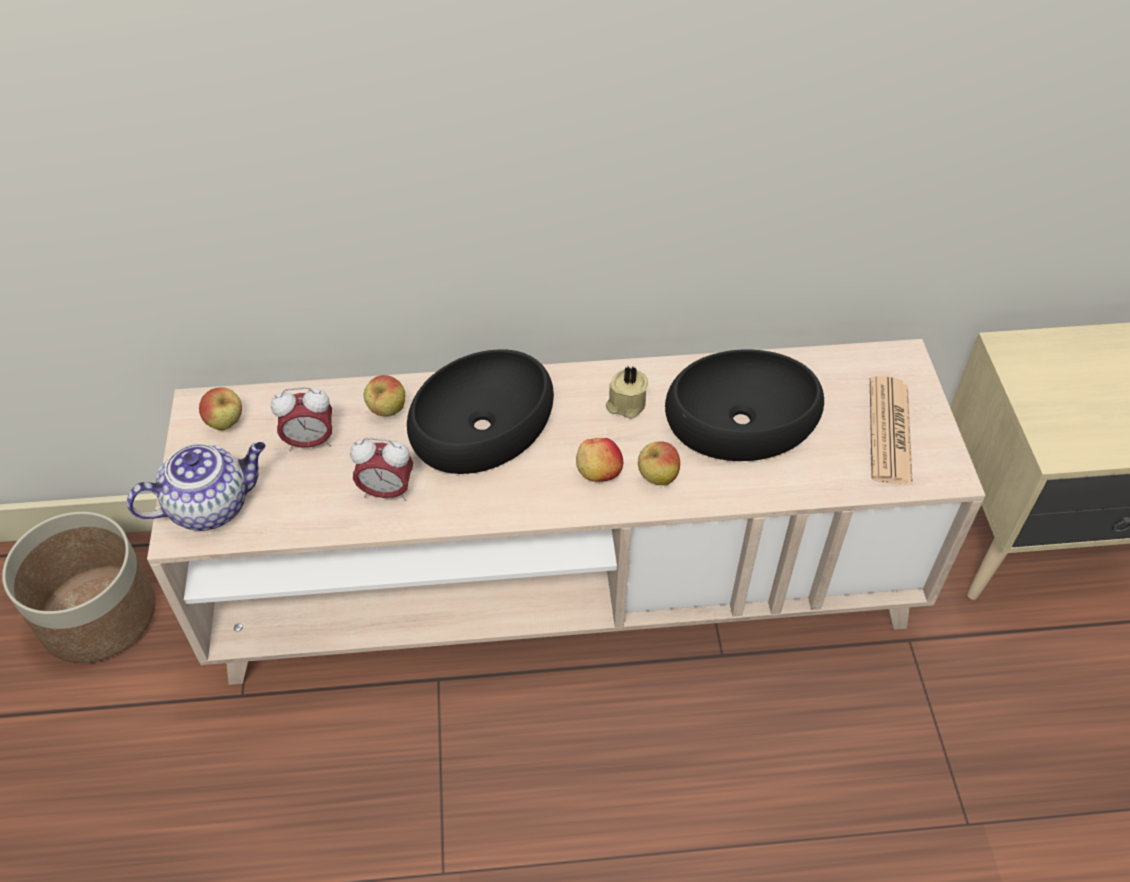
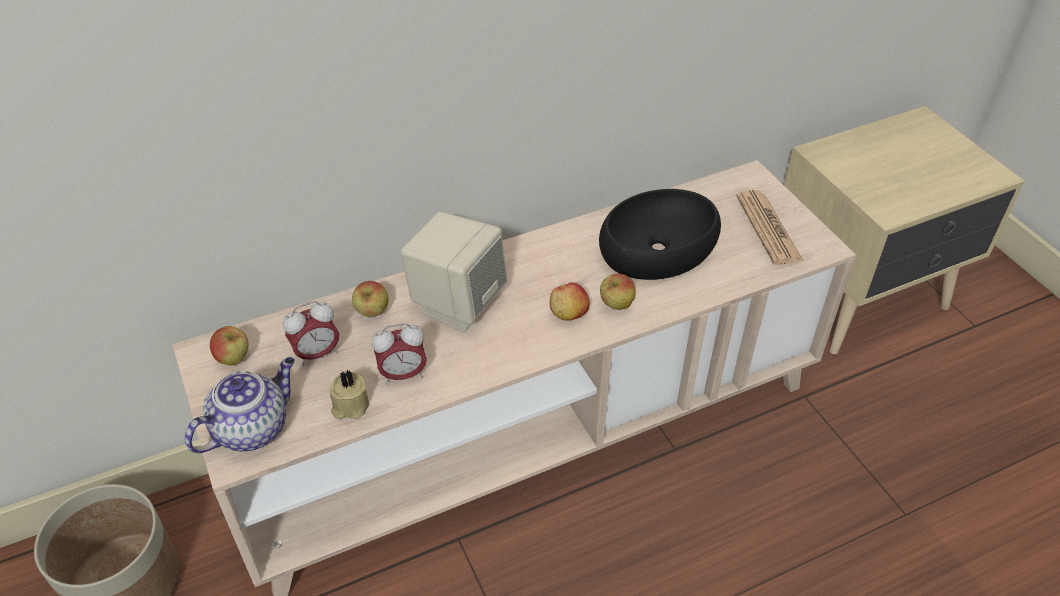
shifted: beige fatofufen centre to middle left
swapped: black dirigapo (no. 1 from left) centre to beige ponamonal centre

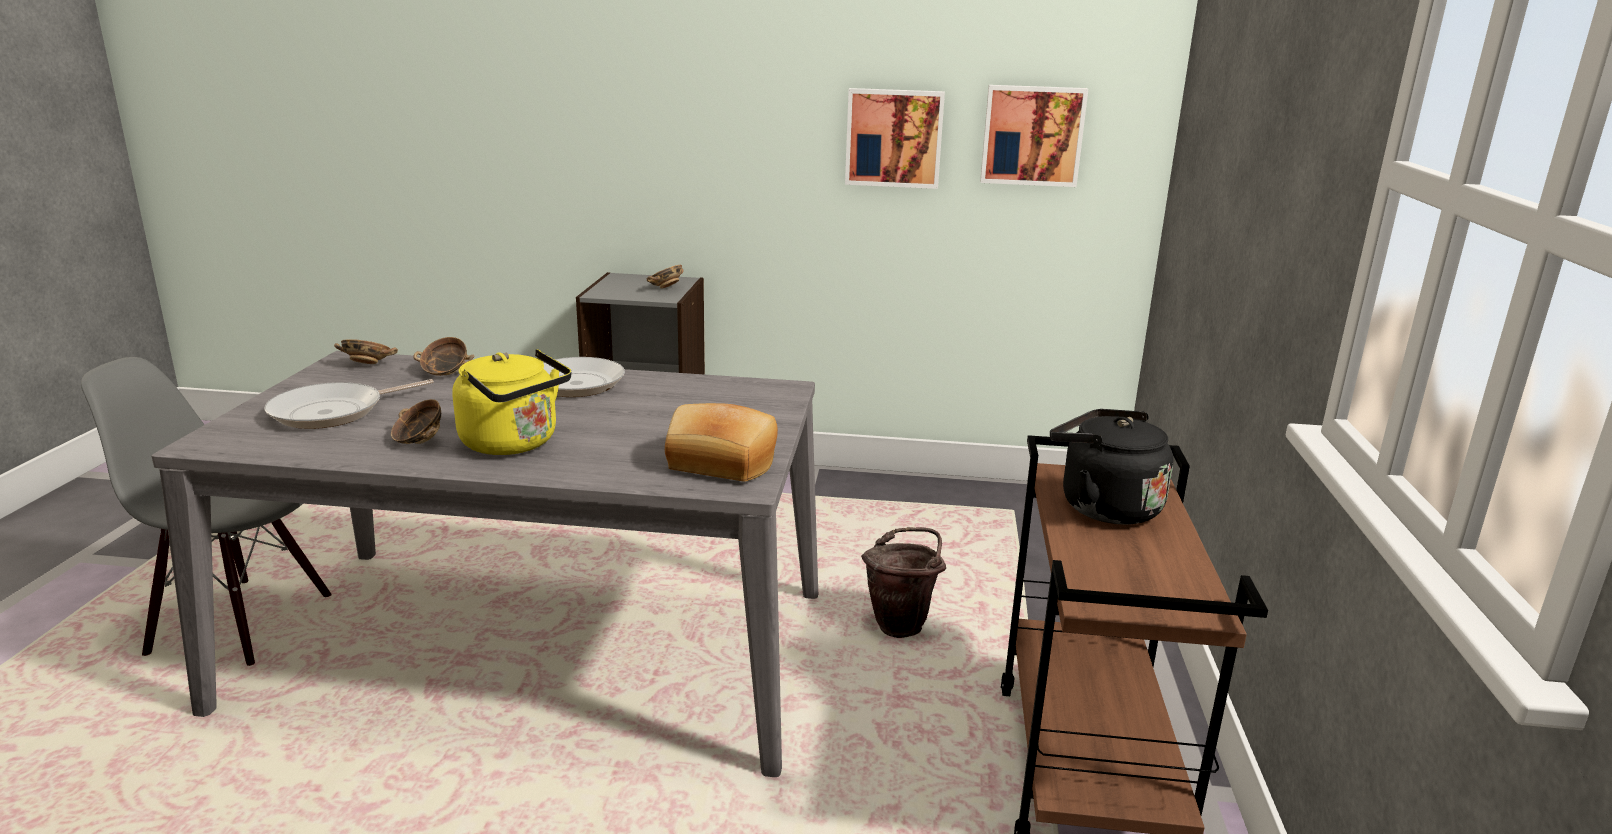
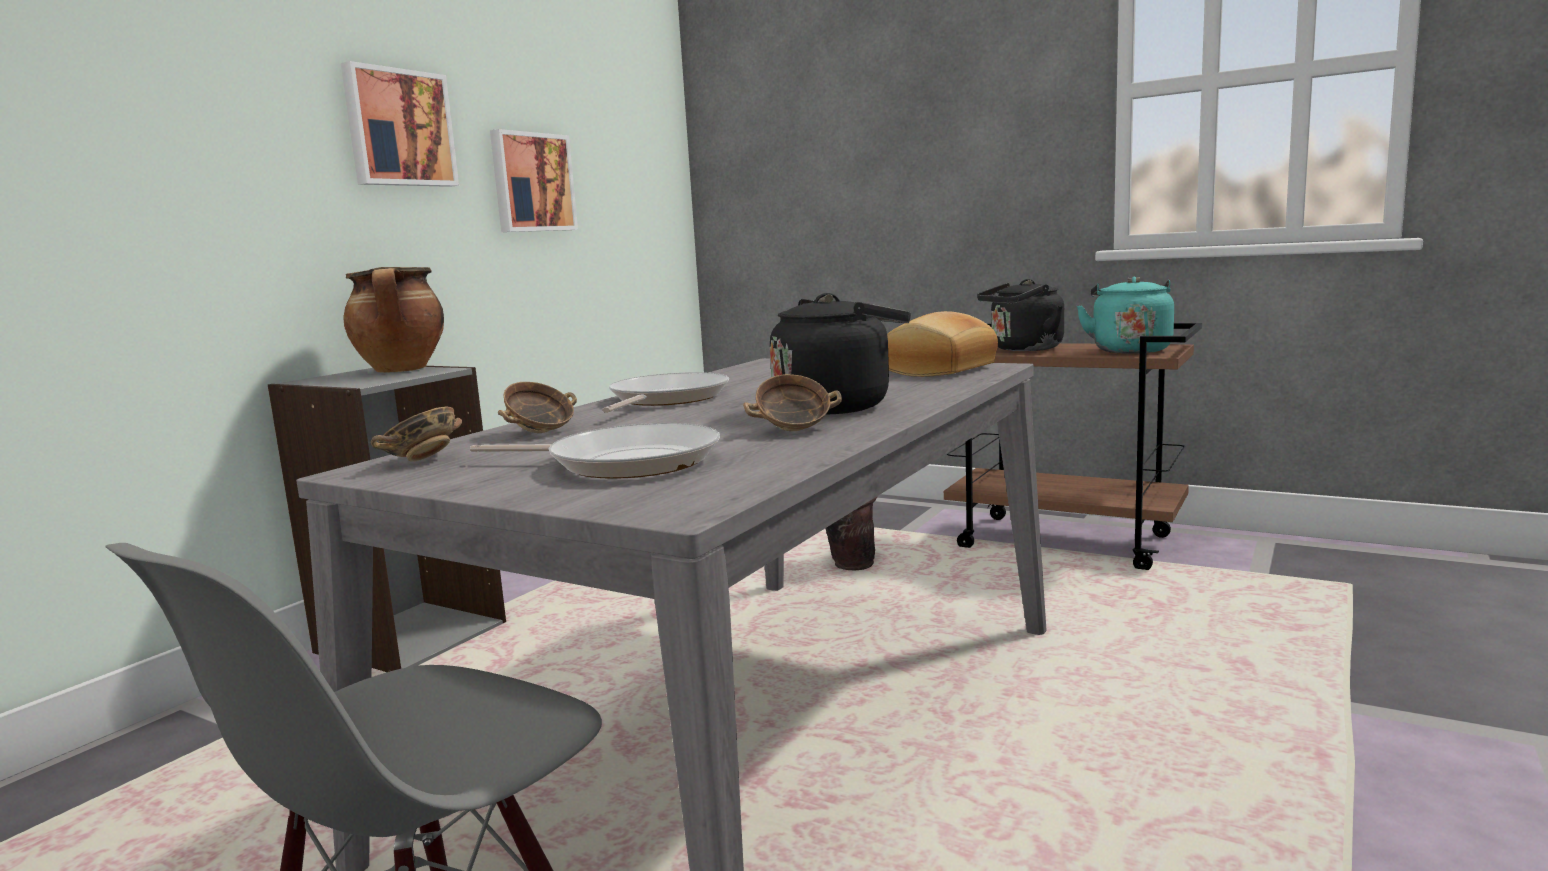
new: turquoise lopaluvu middle right
shifted: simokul (no. 2 from left in the first image) top centre to simokul (no. 1 from left) top left
swapped: dirigapo (no. 4 from left) top centre to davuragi middle left
repainted: yellow lopaluvu middle left to black lopaluvu (no. 1 from left) centre
rotated: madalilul (no. 1 from left) middle left = centre 60 degrees counterclockwise

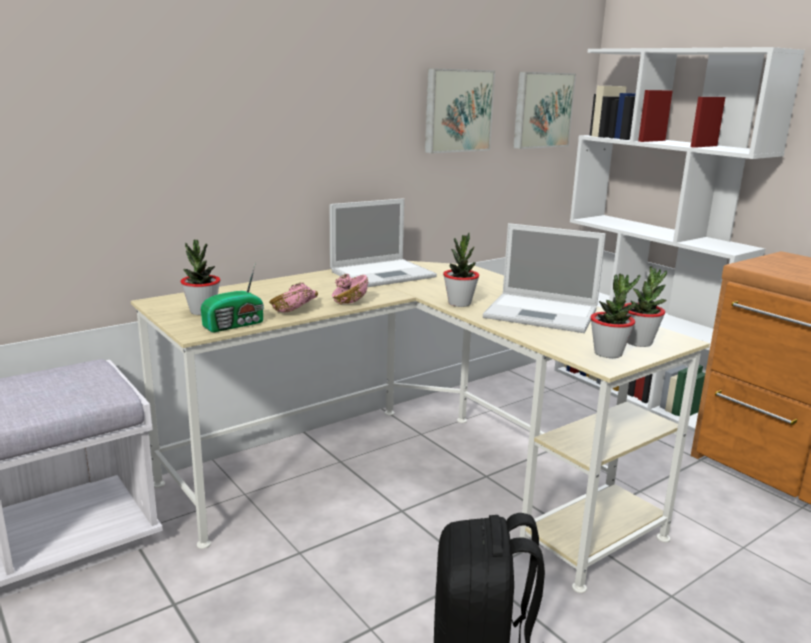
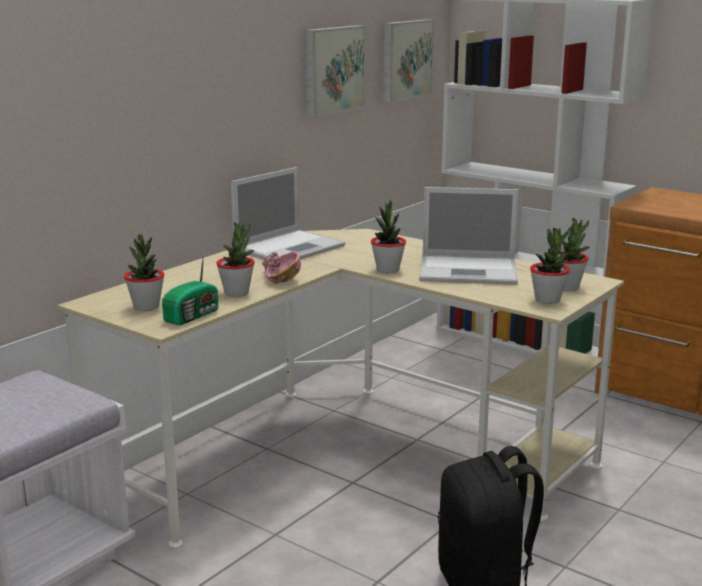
swapped: pink dirigapo (no. 1 from left) centre to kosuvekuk (no. 2 from left) centre

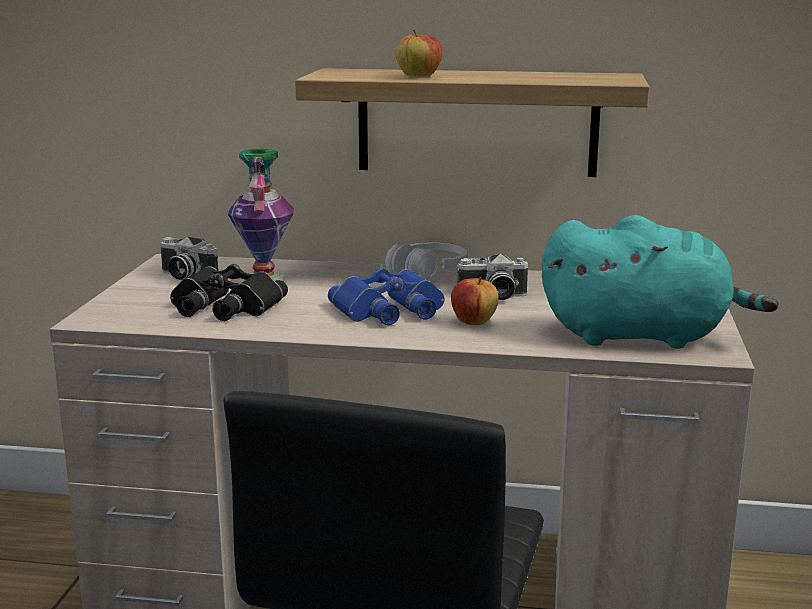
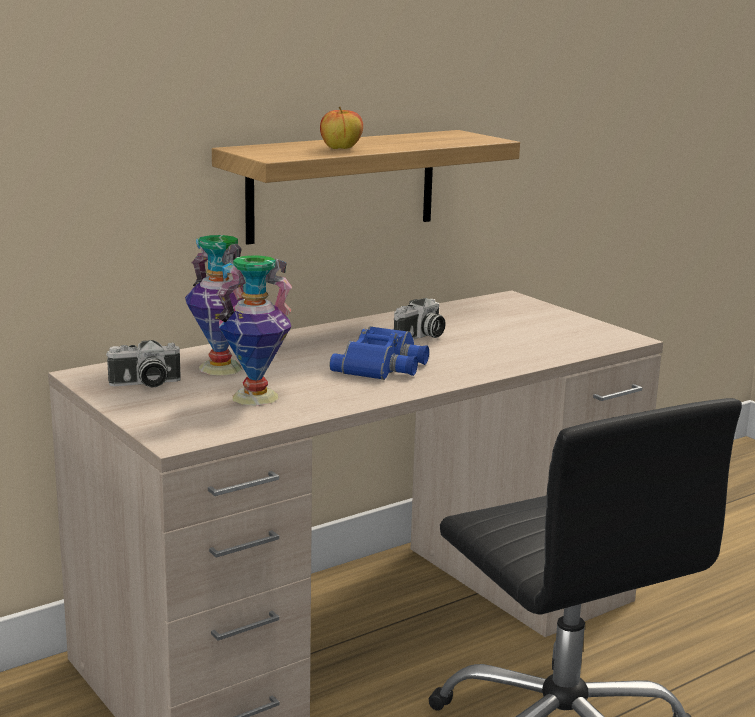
gone: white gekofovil centre; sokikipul (no. 2 from left) centre; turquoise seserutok middle right
swapped: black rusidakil middle left to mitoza (no. 2 from left) centre

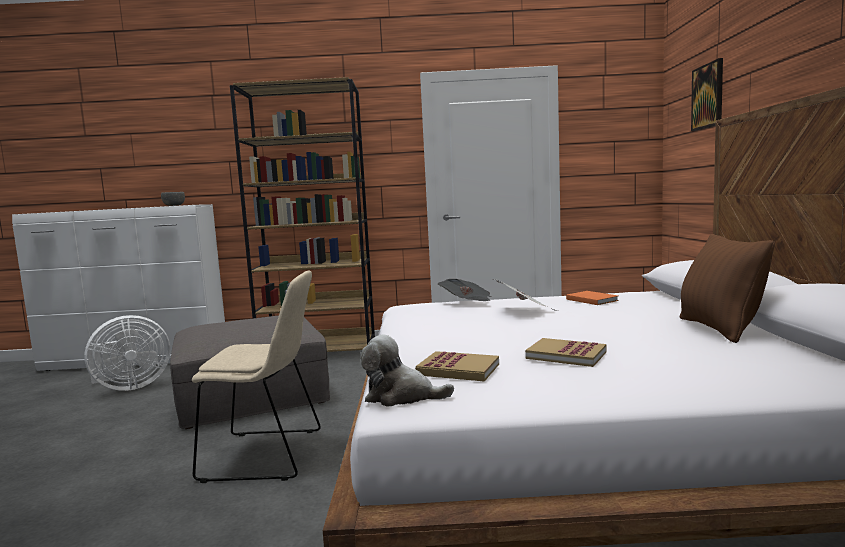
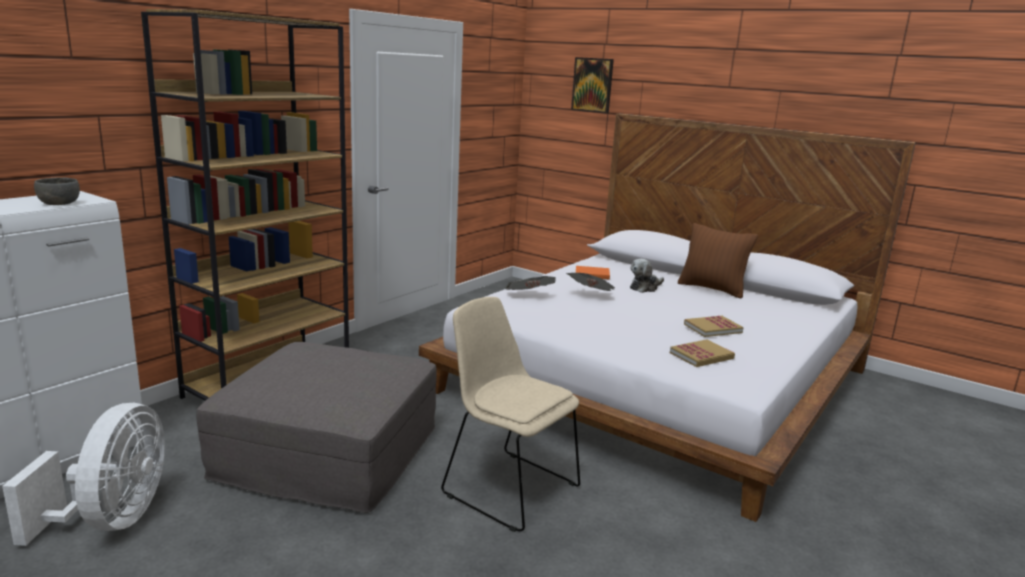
shifted: seserutok bottom centre to centre
rotated: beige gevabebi bottom left = bottom centre 90 degrees counterclockwise

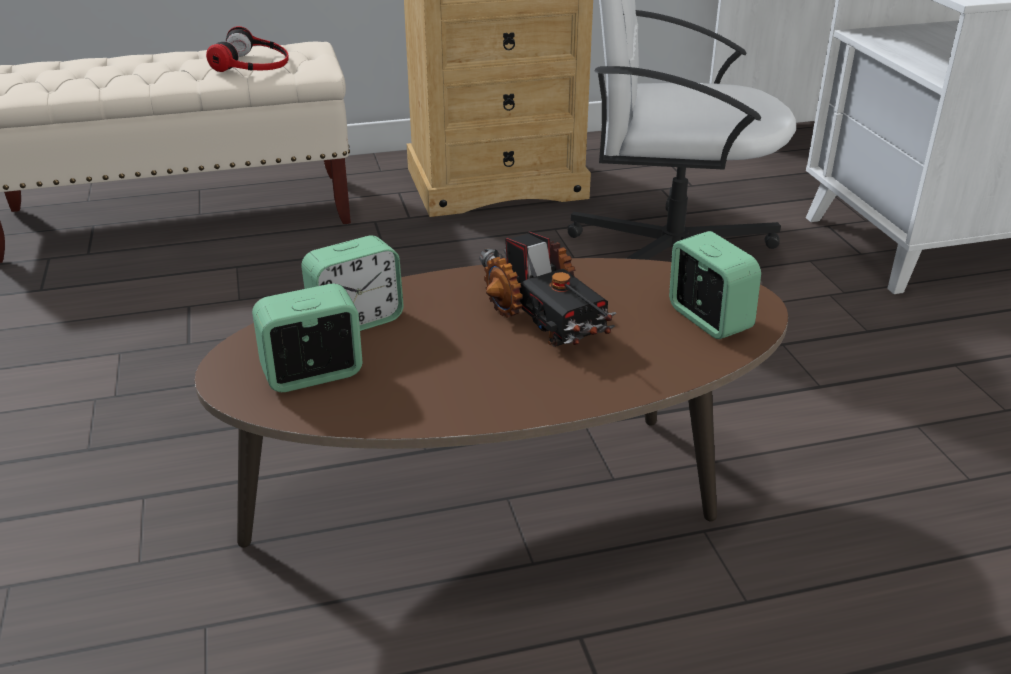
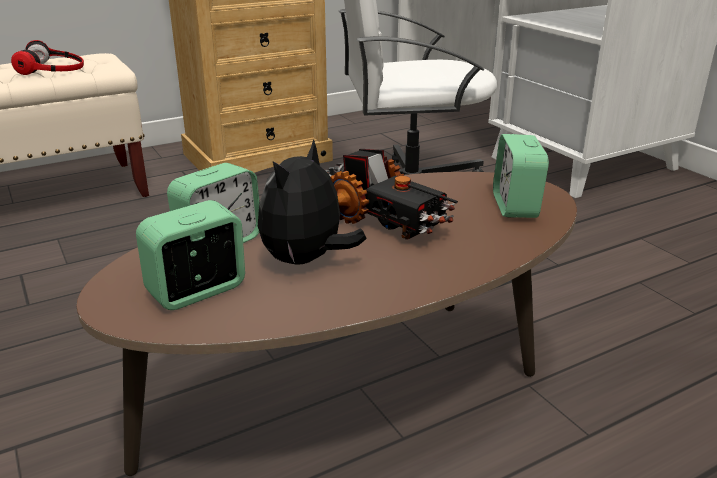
new: seserutok centre
rotated: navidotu (no. 3 from left) middle right = middle right 135 degrees counterclockwise

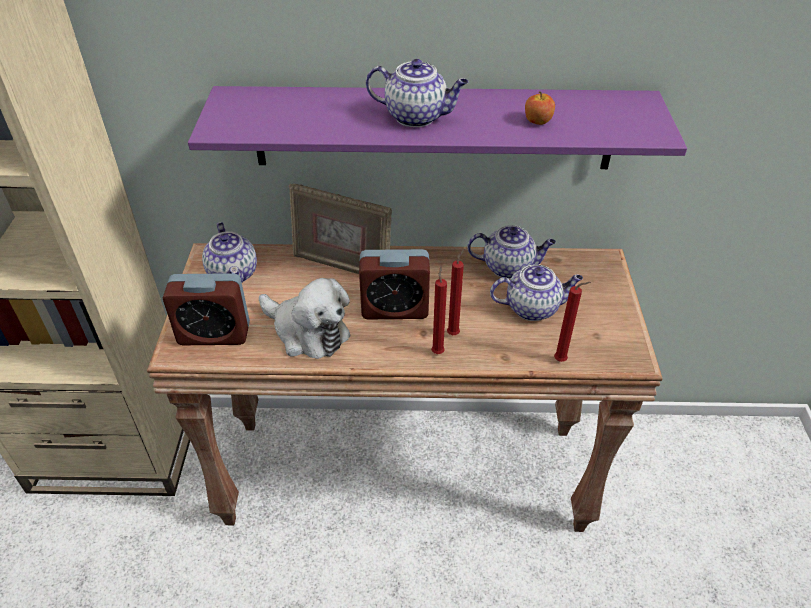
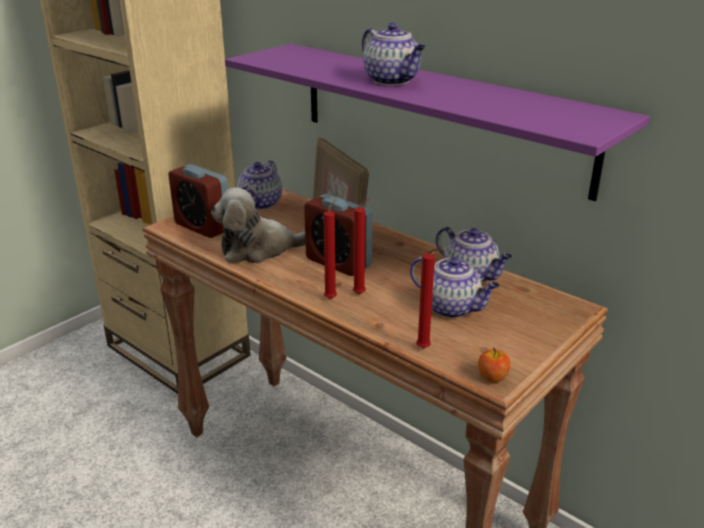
shifted: sokikipul top centre to bottom right
rotated: seserutok centre = centre 90 degrees clockwise

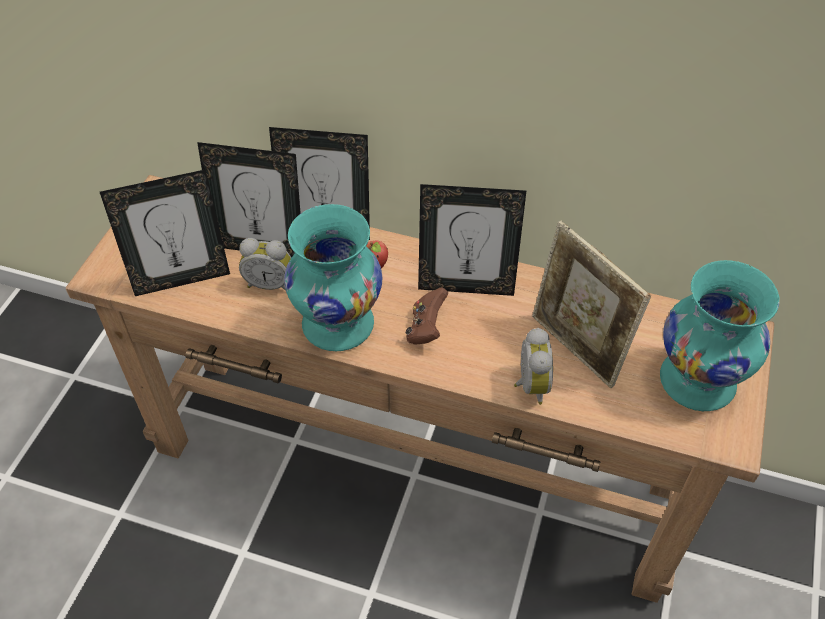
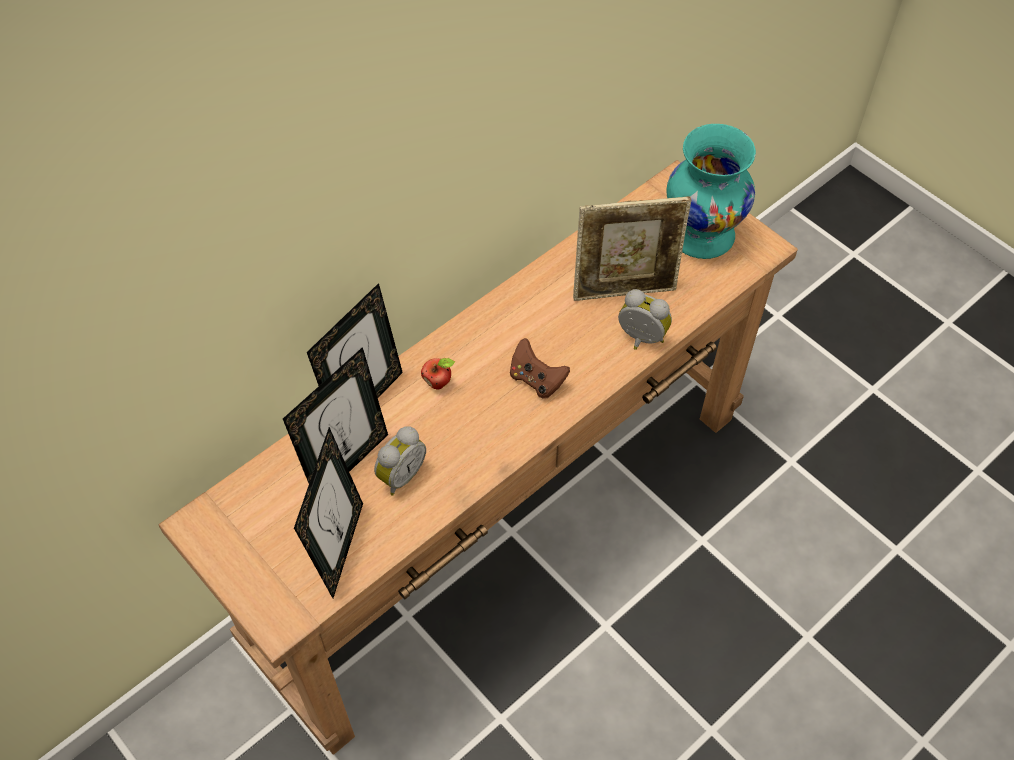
gone: turquoise mitoza (no. 1 from left) centre; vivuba (no. 4 from left) centre

